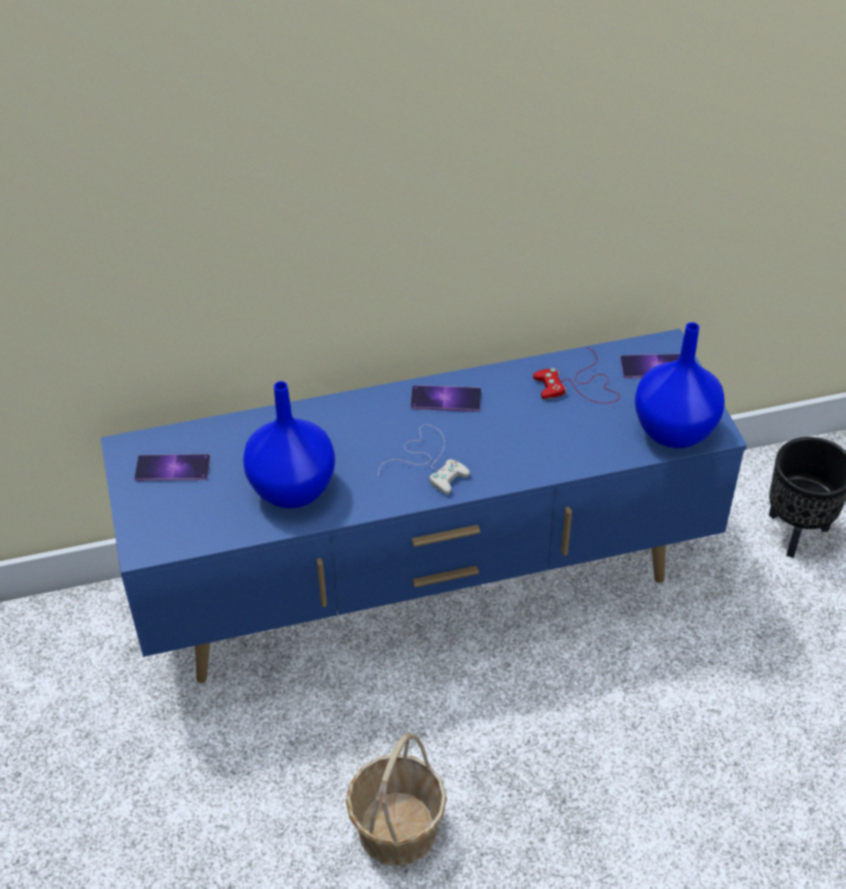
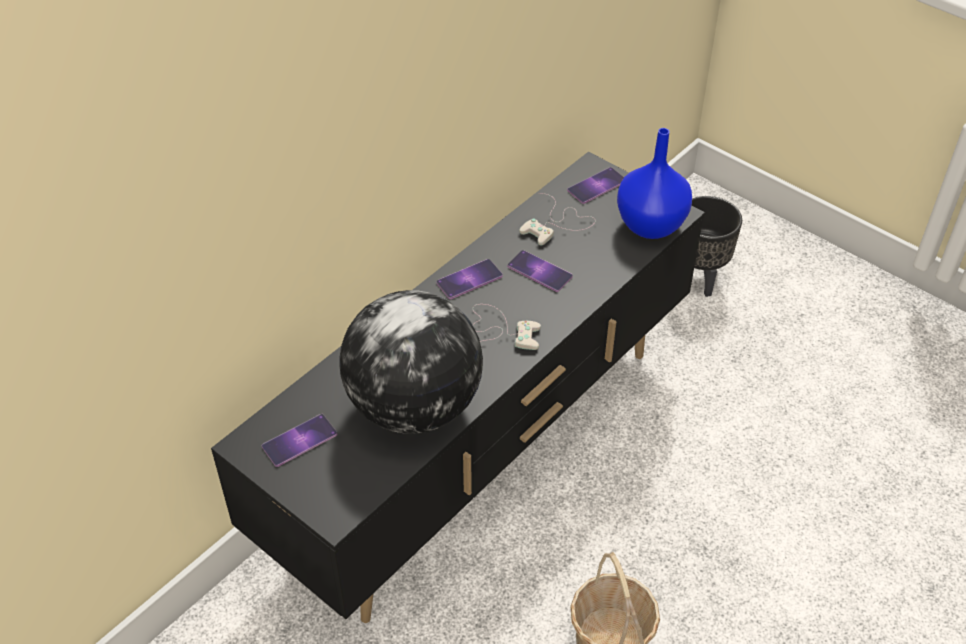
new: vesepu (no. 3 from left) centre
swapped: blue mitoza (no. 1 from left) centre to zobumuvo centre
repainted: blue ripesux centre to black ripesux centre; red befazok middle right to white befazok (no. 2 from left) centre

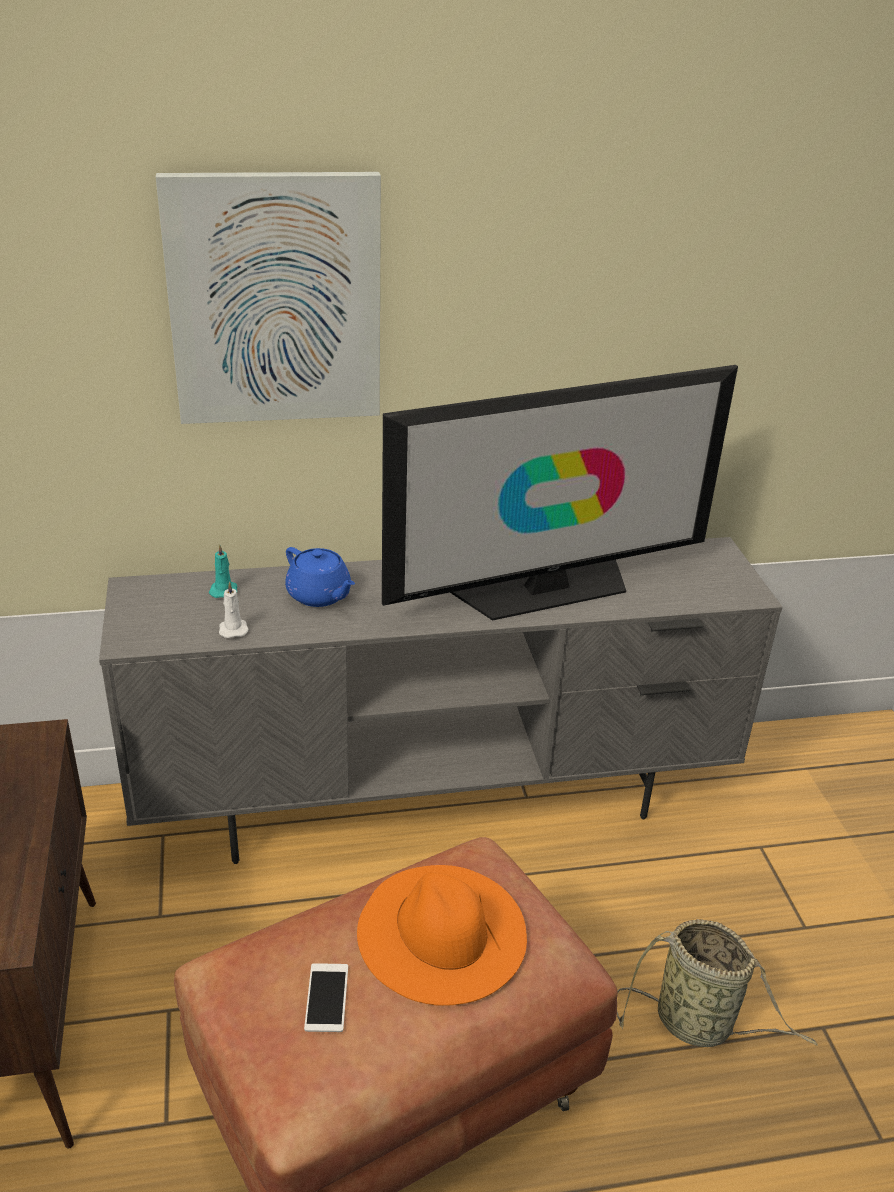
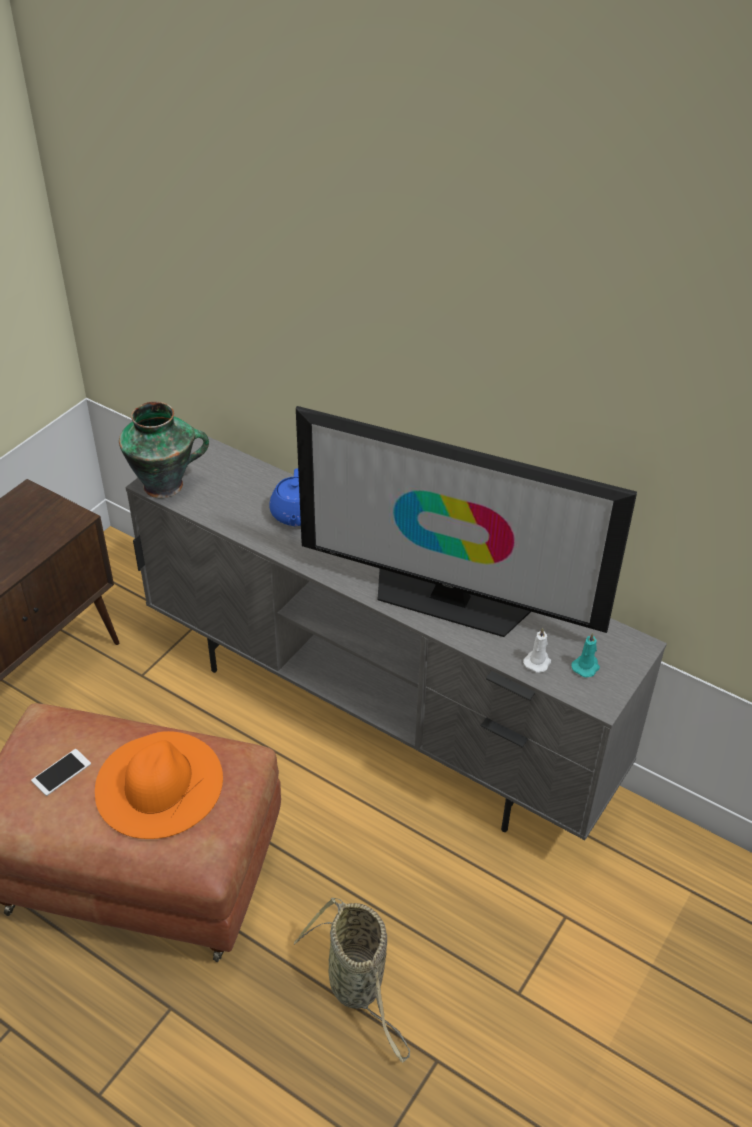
gone: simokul top left
new: mitoza middle left
shifted: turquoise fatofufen middle left to middle right; white fatofufen middle left to middle right

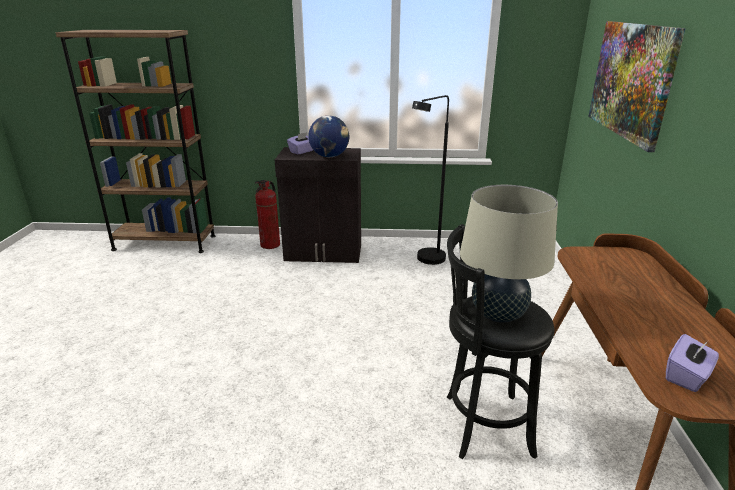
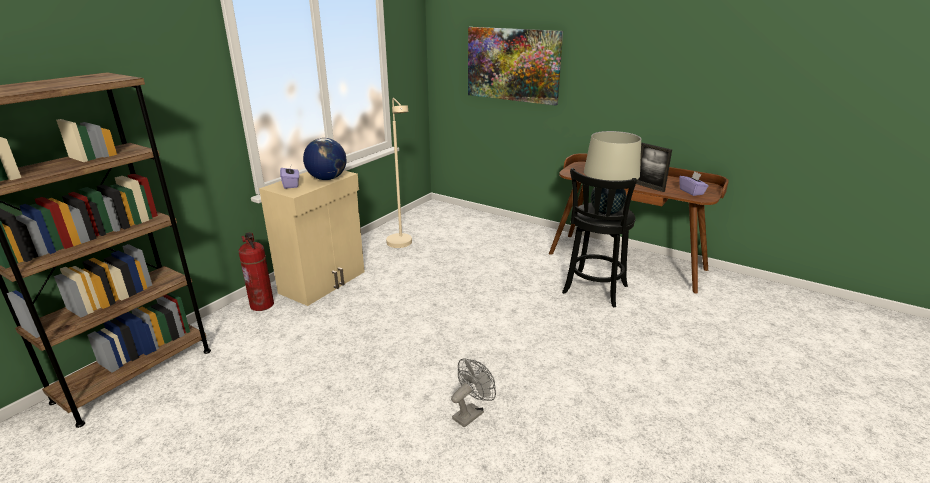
new: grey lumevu bottom centre; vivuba middle right
repainted: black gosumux centre to beige gosumux centre; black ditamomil centre to beige ditamomil centre

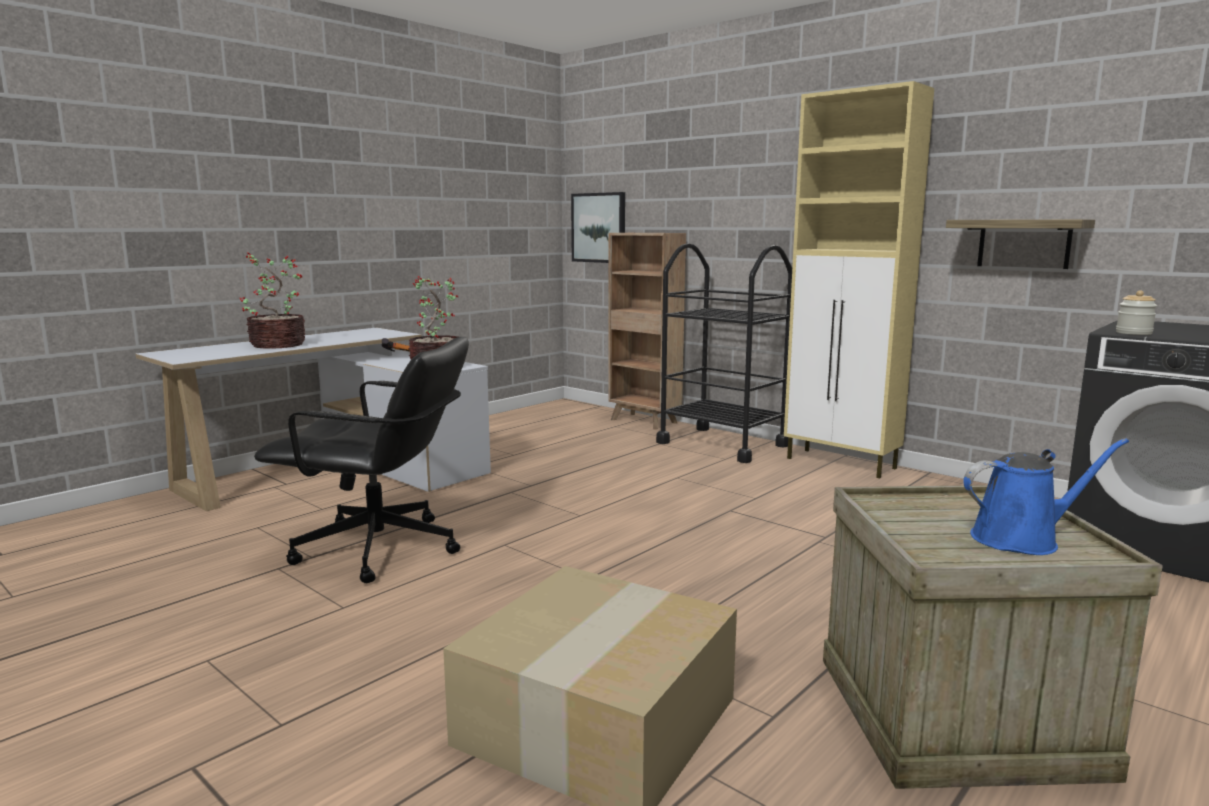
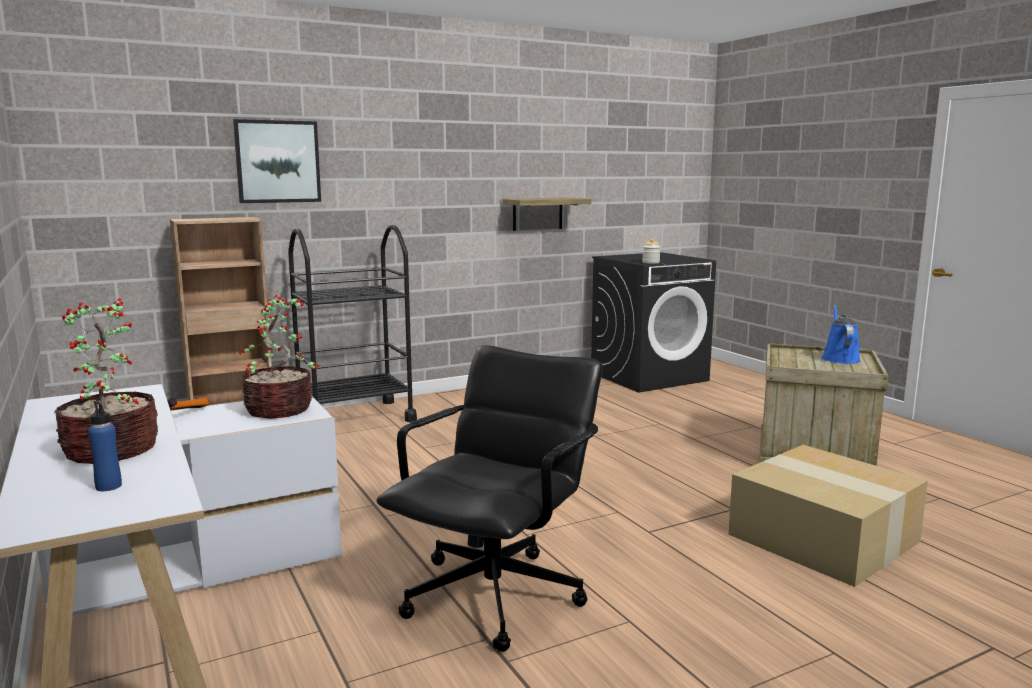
gone: beige gosumux middle right
new: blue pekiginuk middle left
shifted: simokul top centre to top left

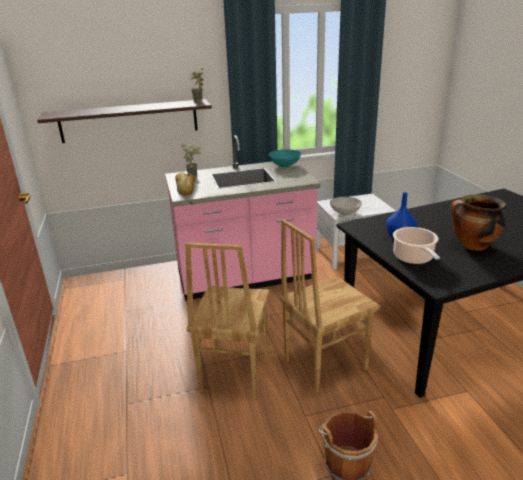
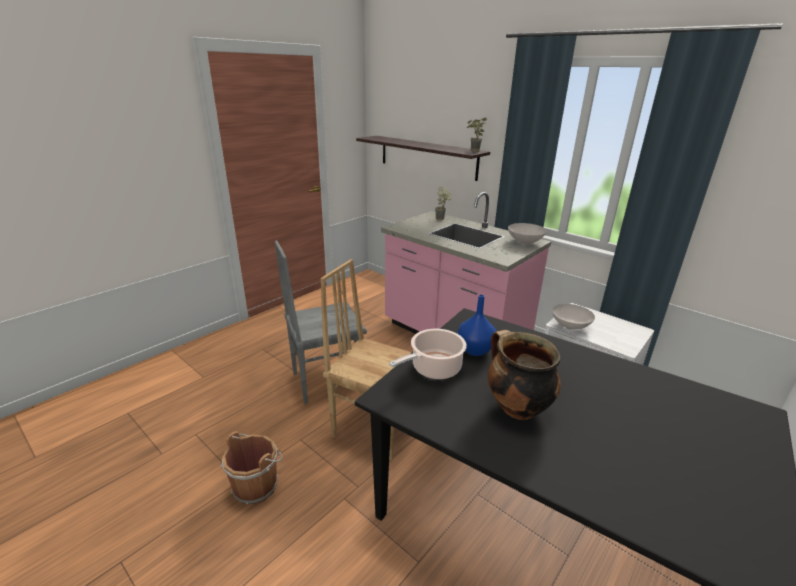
gone: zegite centre
repainted: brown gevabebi (no. 1 from left) bottom centre to grey gevabebi centre; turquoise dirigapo top centre to white dirigapo (no. 1 from left) centre

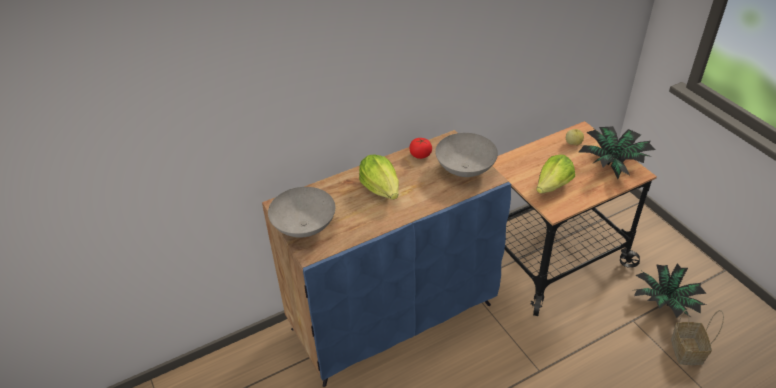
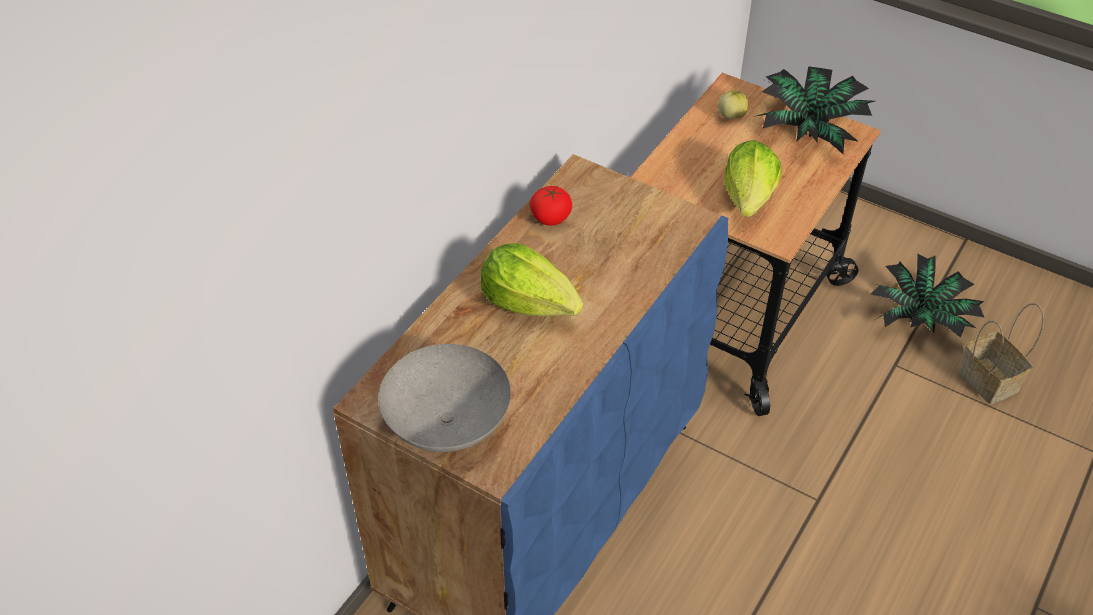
gone: grey dirigapo (no. 2 from left) centre

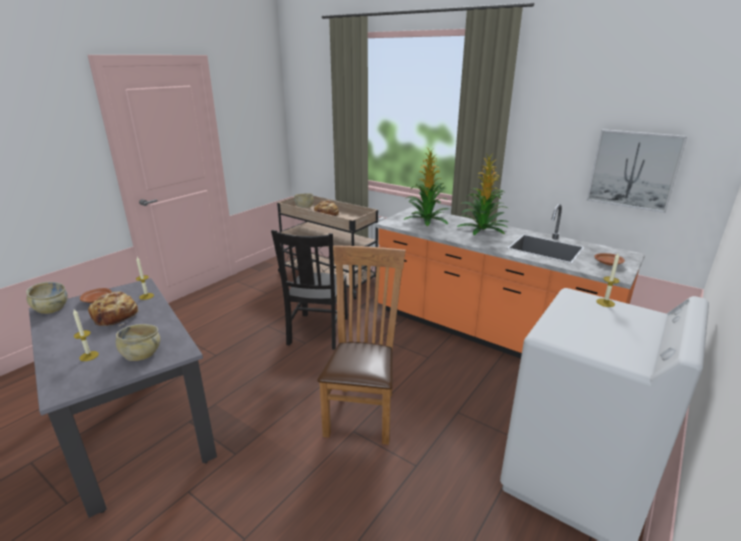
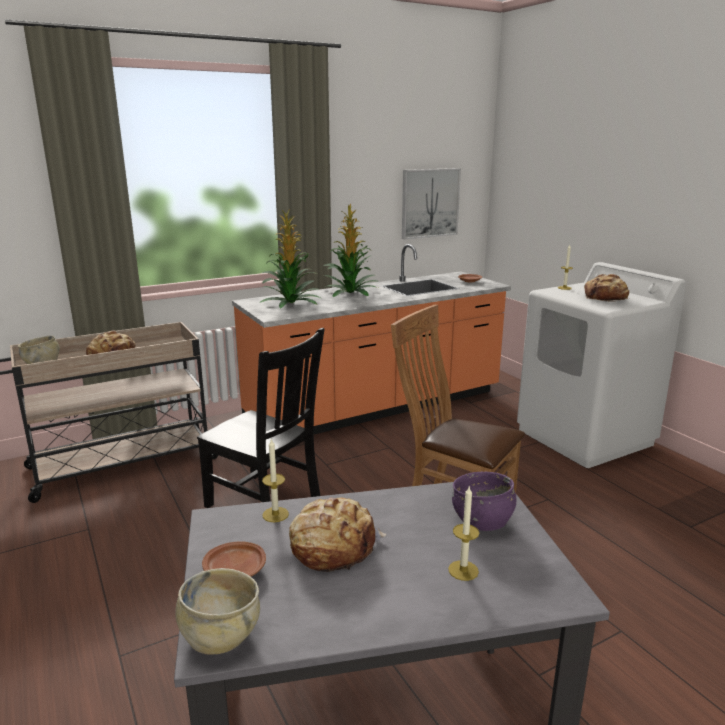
new: zegite (no. 3 from left) middle right
repainted: beige dirigapo (no. 2 from left) middle left to purple dirigapo bottom right

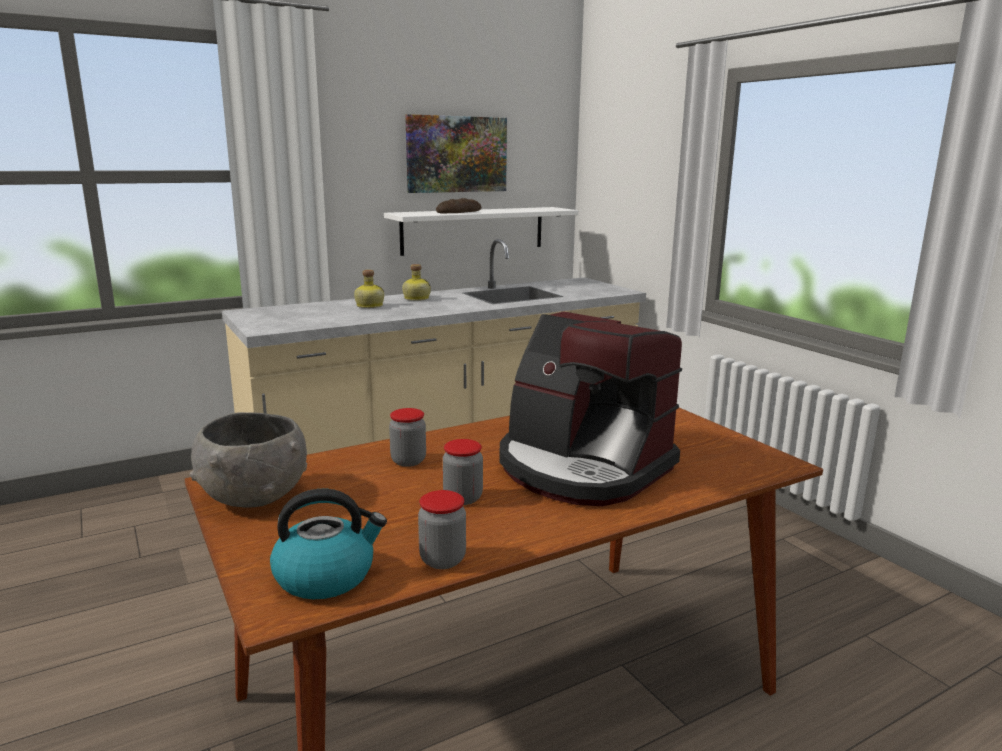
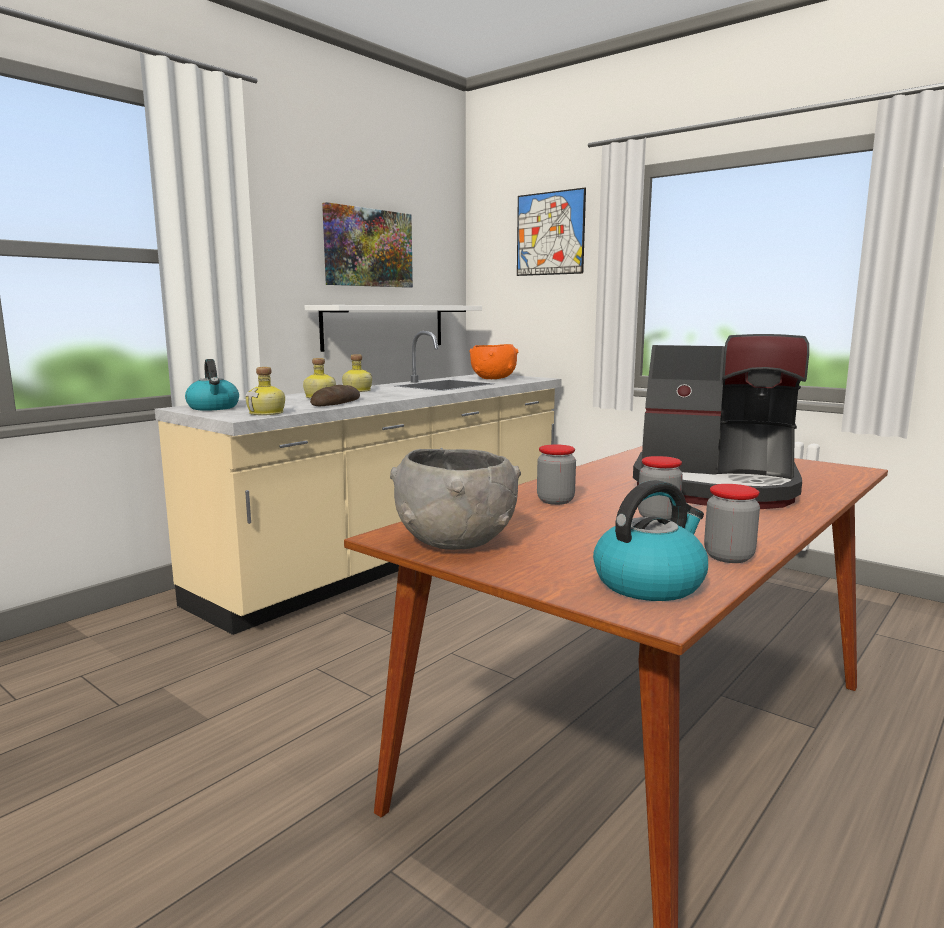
new: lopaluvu (no. 1 from left) middle left; pekiginuk (no. 1 from left) middle left; orange dirigapo centre; simokul (no. 2 from left) top centre
shifted: zegite top centre to centre

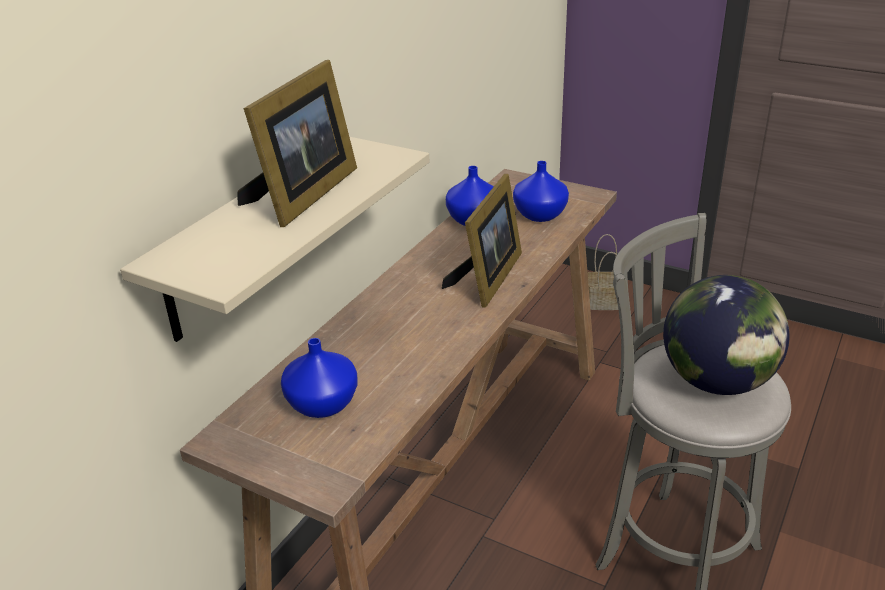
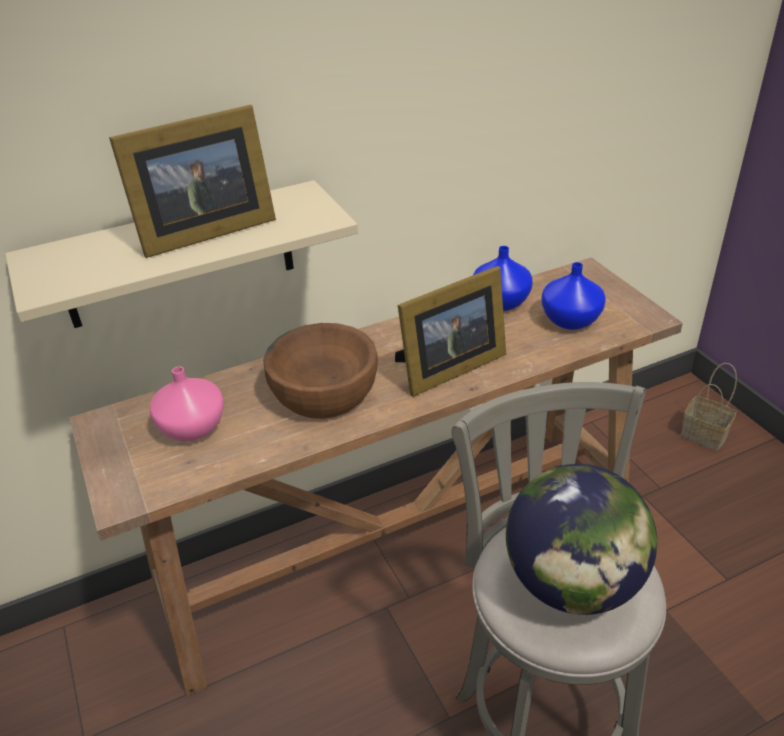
new: brown dirigapo centre
repainted: blue mitoza (no. 1 from left) centre to pink mitoza middle left

